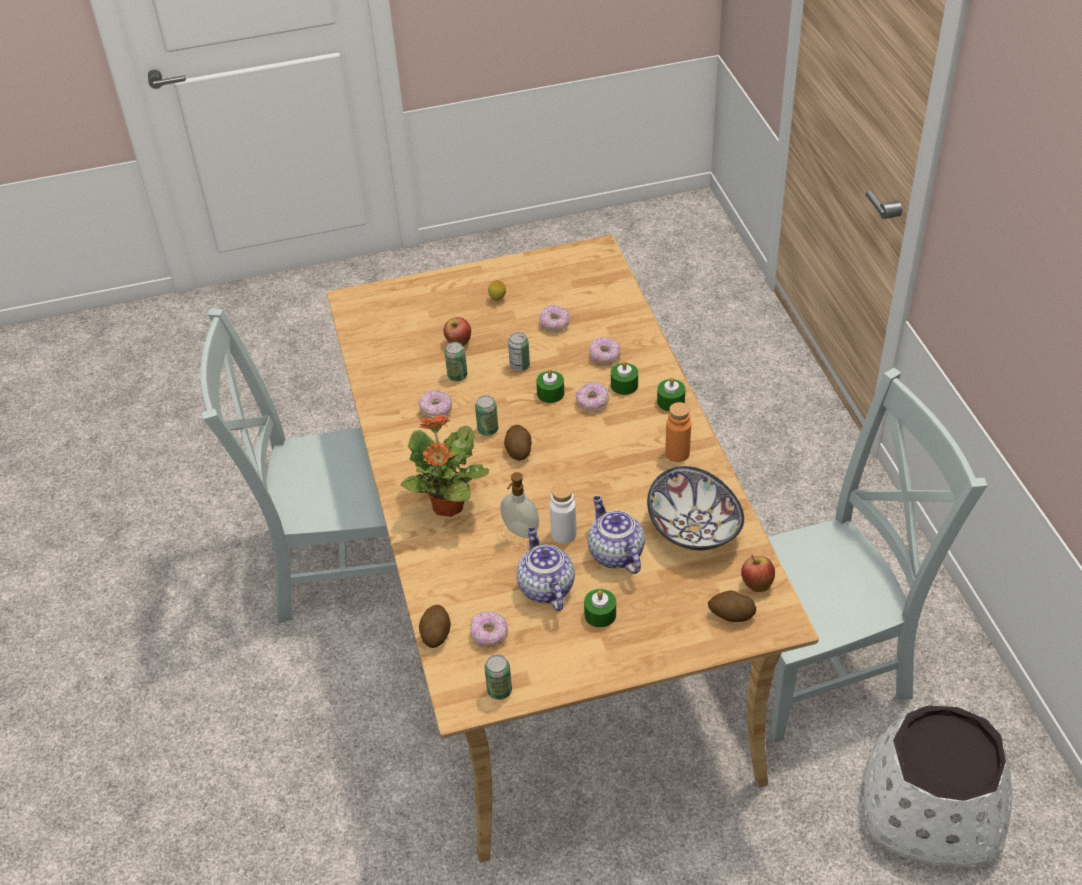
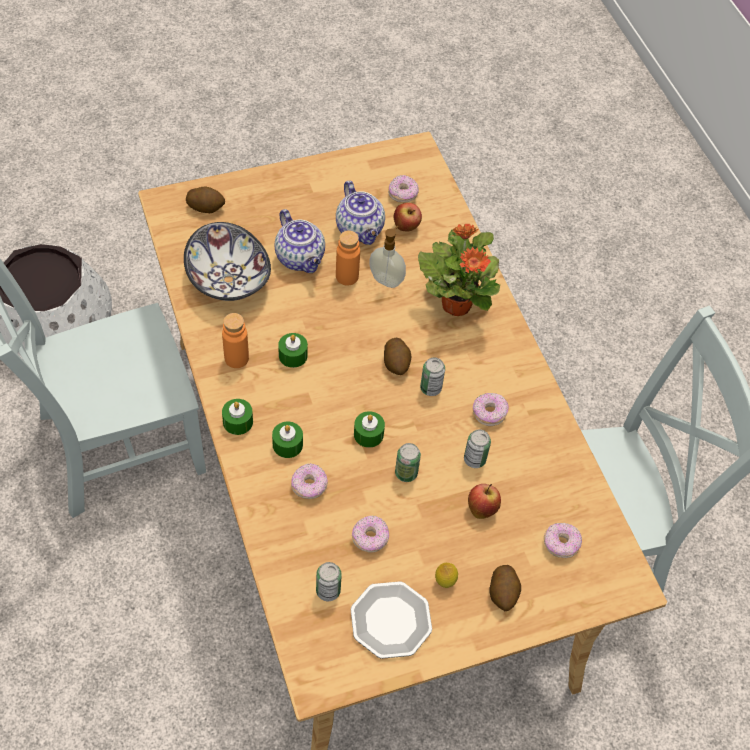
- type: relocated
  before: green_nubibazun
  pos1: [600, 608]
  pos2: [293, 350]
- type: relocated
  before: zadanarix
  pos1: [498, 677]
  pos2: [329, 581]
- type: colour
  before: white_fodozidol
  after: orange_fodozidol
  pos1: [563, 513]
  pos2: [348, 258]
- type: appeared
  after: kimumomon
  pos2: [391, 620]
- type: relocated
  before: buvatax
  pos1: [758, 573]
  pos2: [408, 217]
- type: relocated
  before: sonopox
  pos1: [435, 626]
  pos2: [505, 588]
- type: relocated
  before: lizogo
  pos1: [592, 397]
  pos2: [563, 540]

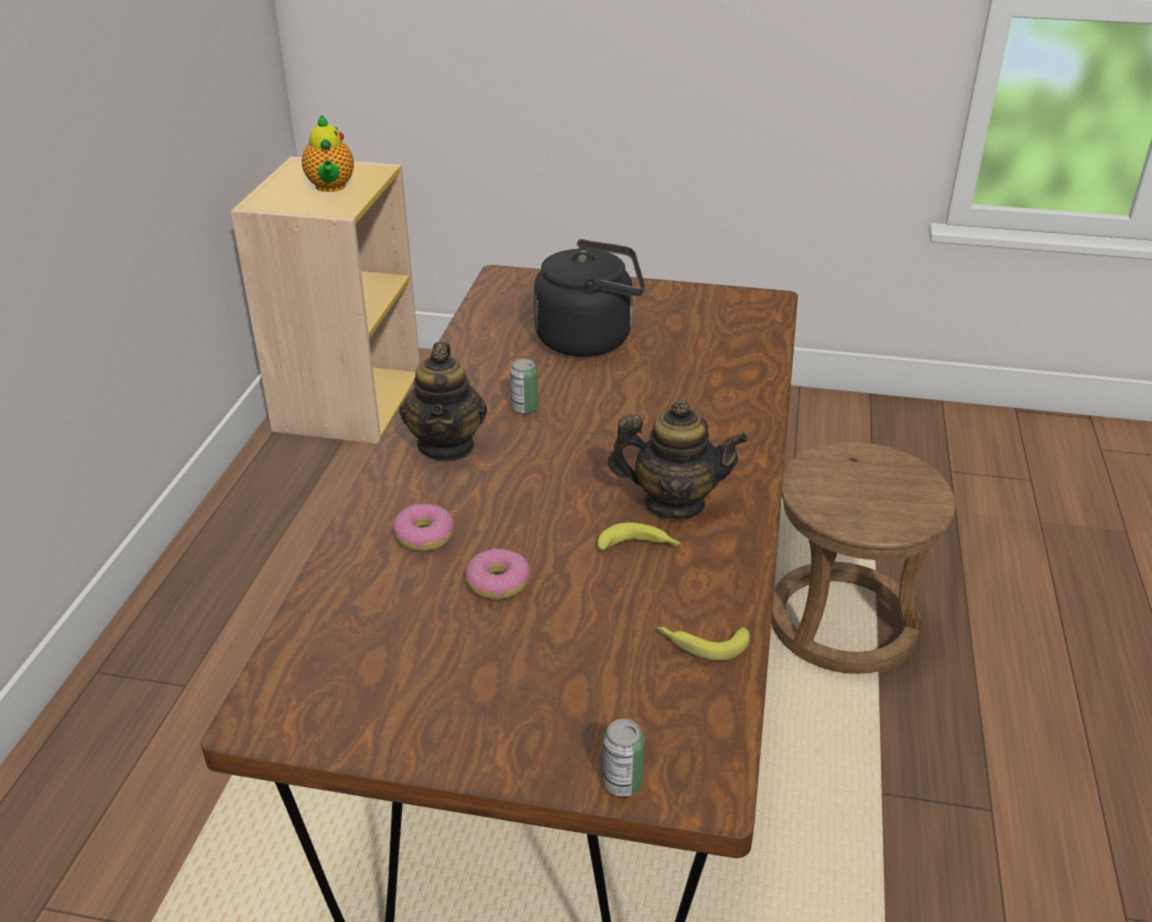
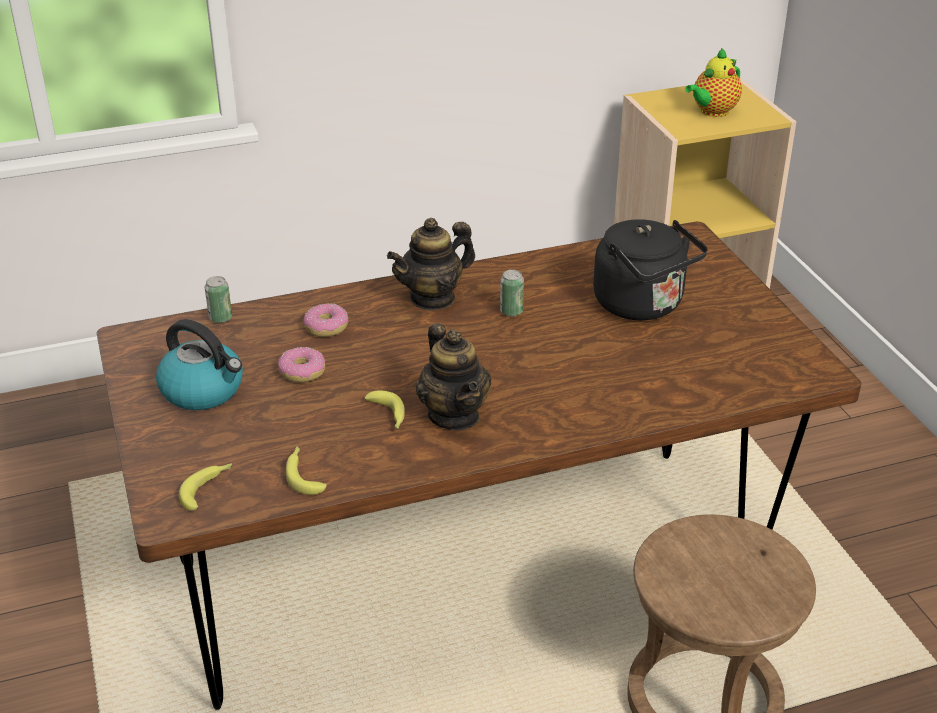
- type: appeared
  after: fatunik
  pos2: [199, 364]
- type: appeared
  after: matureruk
  pos2: [205, 487]
- type: relocated
  before: zadanarix
  pos1: [623, 758]
  pos2: [218, 299]

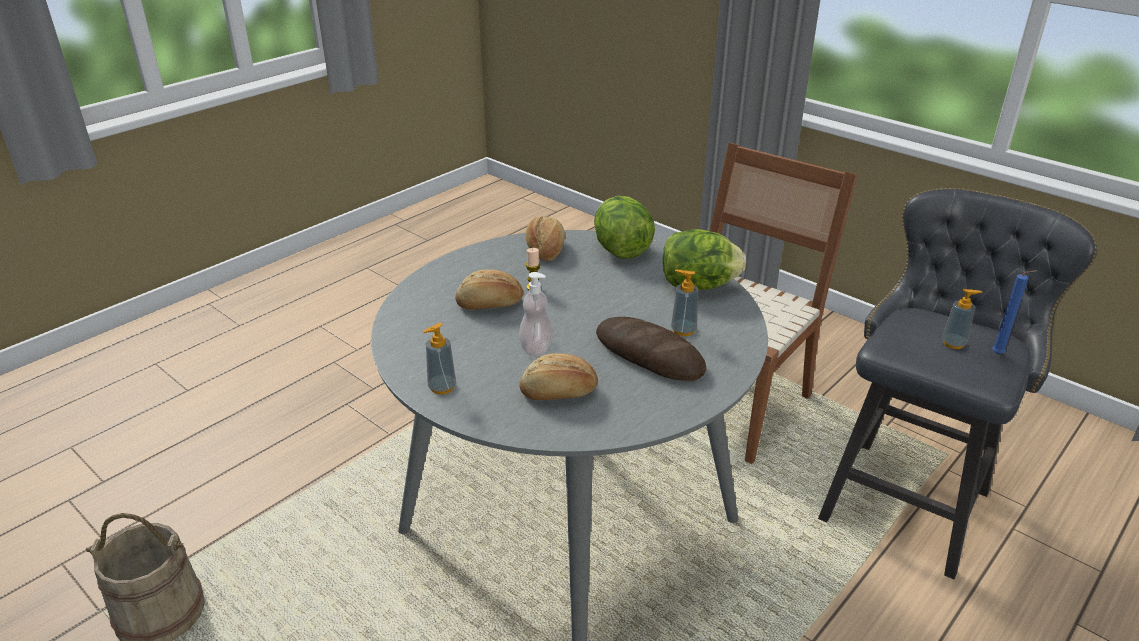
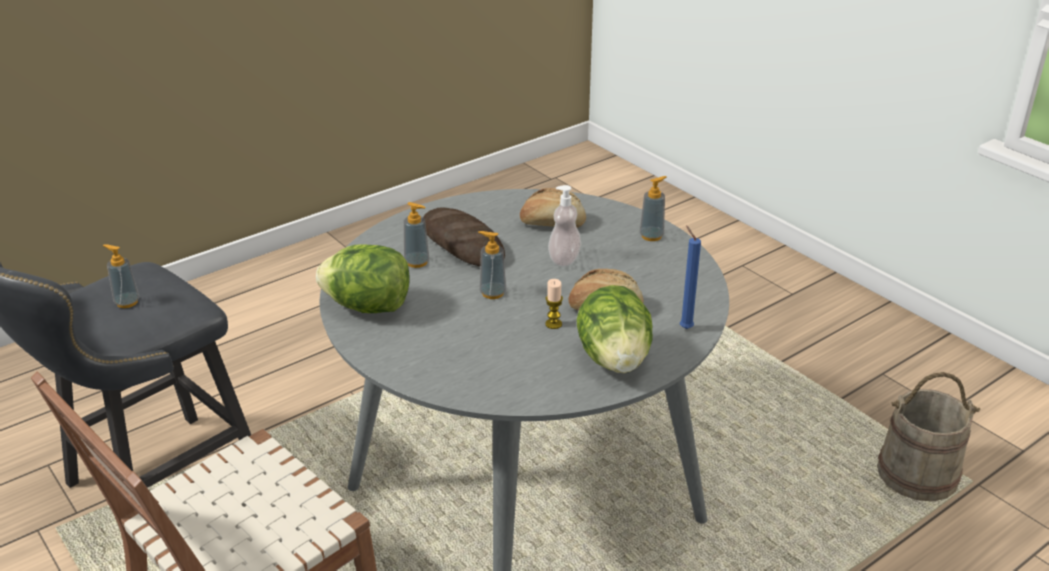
- type: appeared
  after: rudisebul
  pos2: [492, 265]
- type: relocated
  before: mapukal
  pos1: [624, 227]
  pos2: [614, 329]
- type: relocated
  before: blue_nubibazun
  pos1: [1014, 312]
  pos2: [690, 277]
- type: missing
  before: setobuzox
  pos1: [545, 238]

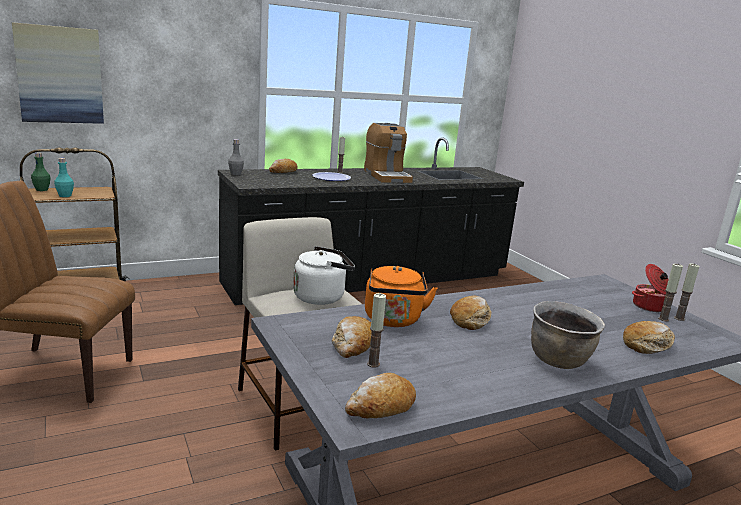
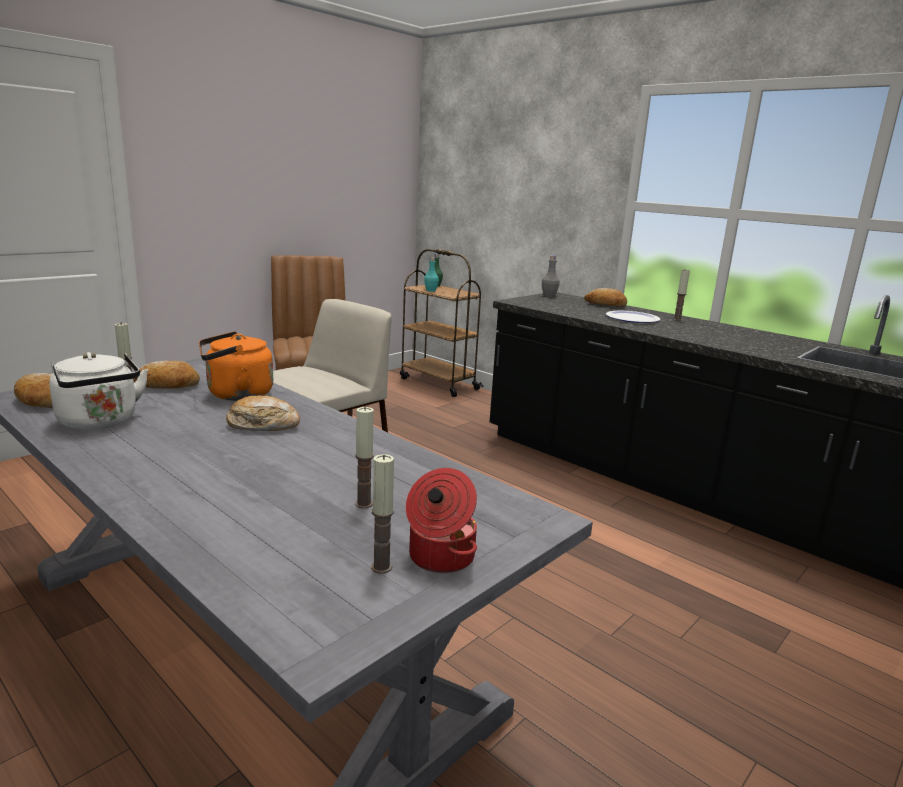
- type: relocated
  before: white_fatunik
  pos1: [324, 275]
  pos2: [98, 391]
- type: relocated
  before: nubibazun
  pos1: [686, 292]
  pos2: [364, 457]
- type: missing
  before: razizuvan
  pos1: [58, 73]
- type: missing
  before: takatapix
  pos1: [388, 153]
- type: missing
  before: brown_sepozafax
  pos1: [568, 335]
- type: missing
  before: setobuzox
  pos1: [649, 337]

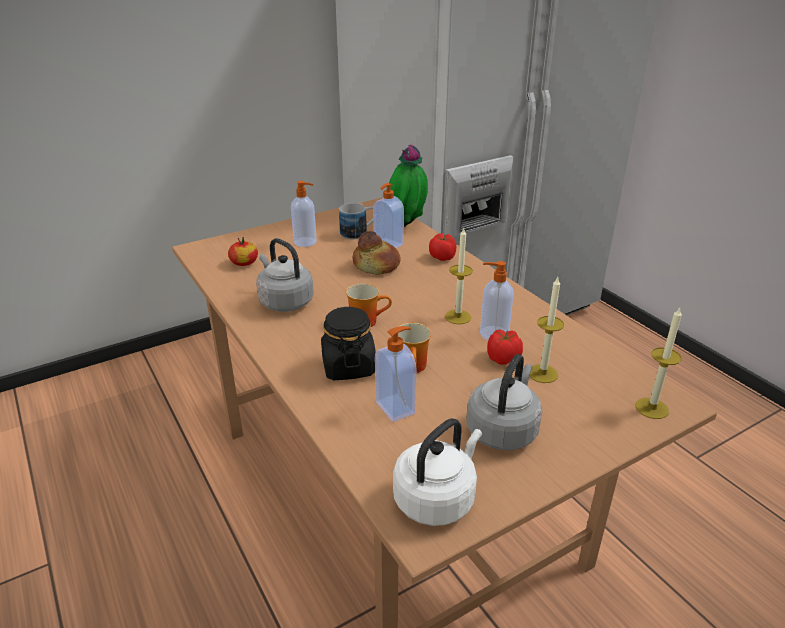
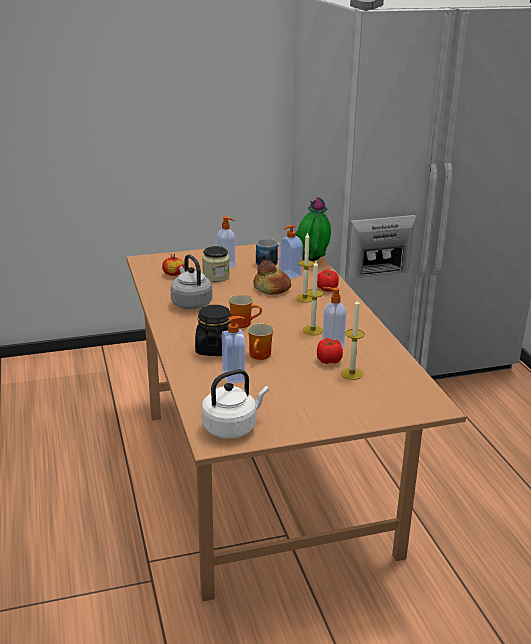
- type: appeared
  after: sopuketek
  pos2: [216, 264]
- type: relocated
  before: nubibazun
  pos1: [658, 363]
  pos2: [305, 267]
- type: missing
  before: grey_fatunik
  pos1: [504, 402]

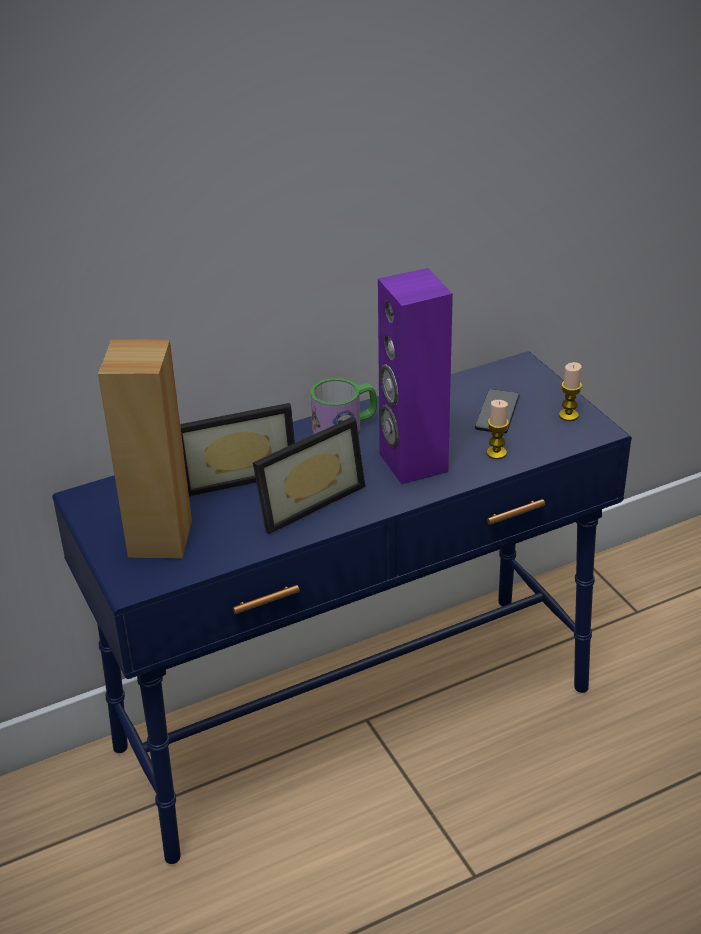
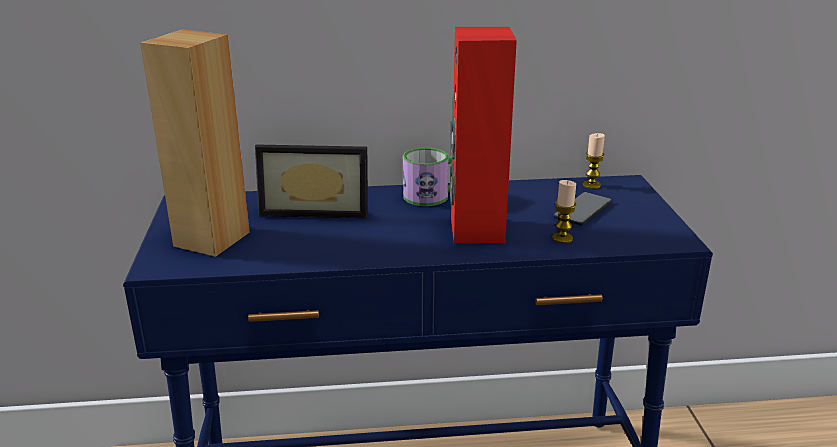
- type: colour
  before: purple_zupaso
  after: red_zupaso
  pos1: [415, 376]
  pos2: [483, 135]
- type: relocated
  before: nubibazun
  pos1: [570, 391]
  pos2: [594, 161]
- type: missing
  before: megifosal
  pos1: [309, 475]

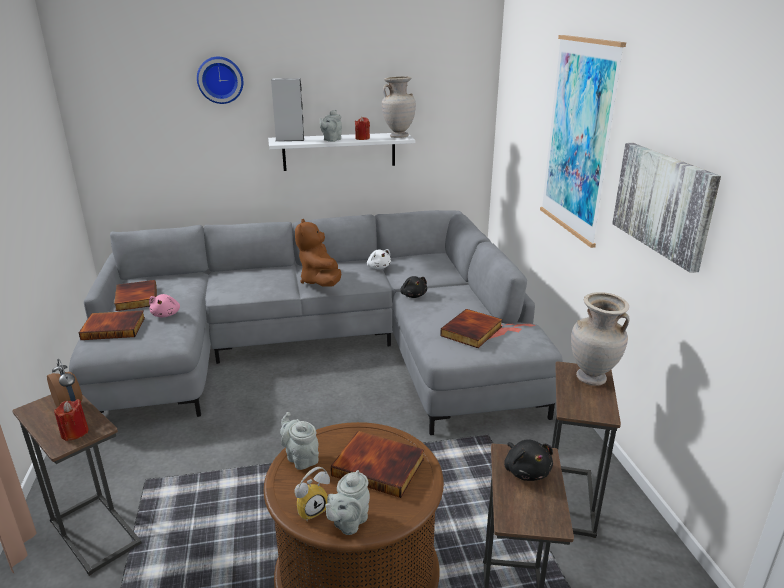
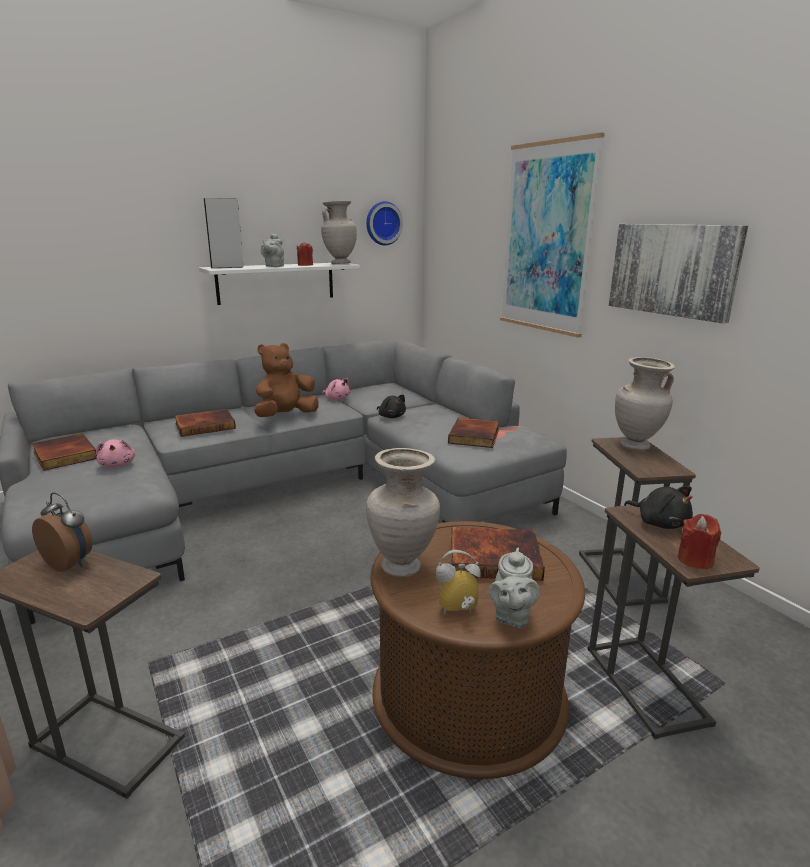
- type: relocated
  before: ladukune
  pos1: [112, 325]
  pos2: [205, 423]
- type: spun
  before: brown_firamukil
  pos1: [318, 253]
  pos2: [286, 380]
  turn: 75
- type: colour
  before: white_firamukil
  after: pink_firamukil
  pos1: [379, 259]
  pos2: [336, 389]
- type: relocated
  before: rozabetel
  pos1: [220, 80]
  pos2: [384, 223]
- type: exchanged
  before: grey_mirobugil
  after: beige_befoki
  pos1: [299, 441]
  pos2: [403, 512]
- type: spun
  before: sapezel
  pos1: [312, 494]
  pos2: [458, 582]
  turn: -135
- type: relocated
  before: red_nubibazun
  pos1: [71, 420]
  pos2: [699, 541]

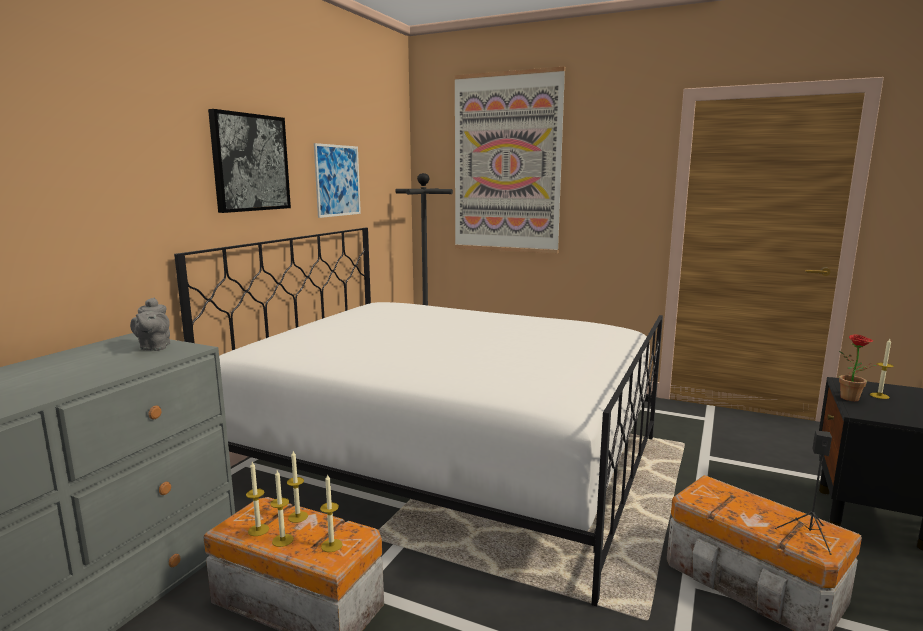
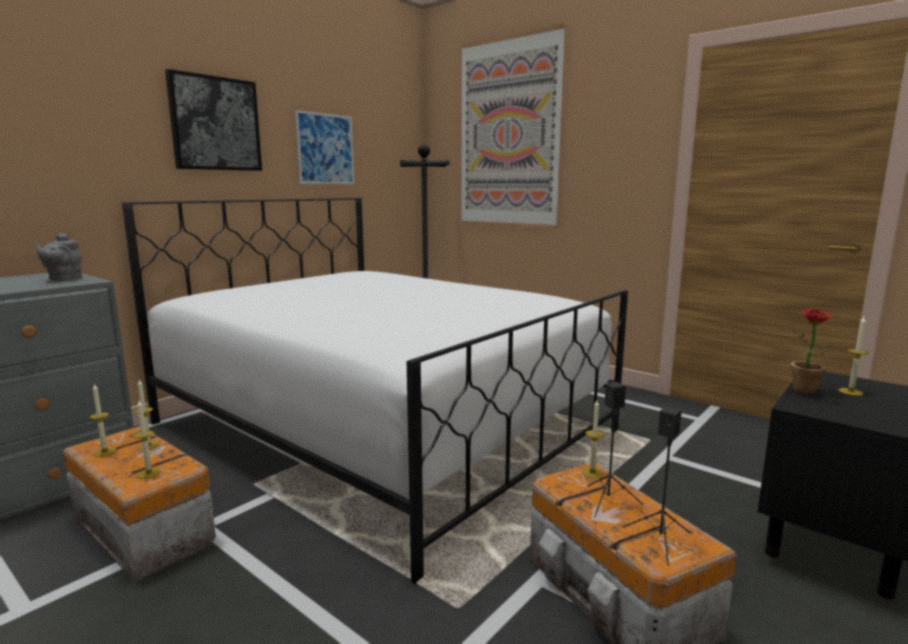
- type: relocated
  before: nubibazun
  pos1: [282, 508]
  pos2: [593, 439]
- type: appeared
  after: black_zupaso
  pos2: [615, 449]

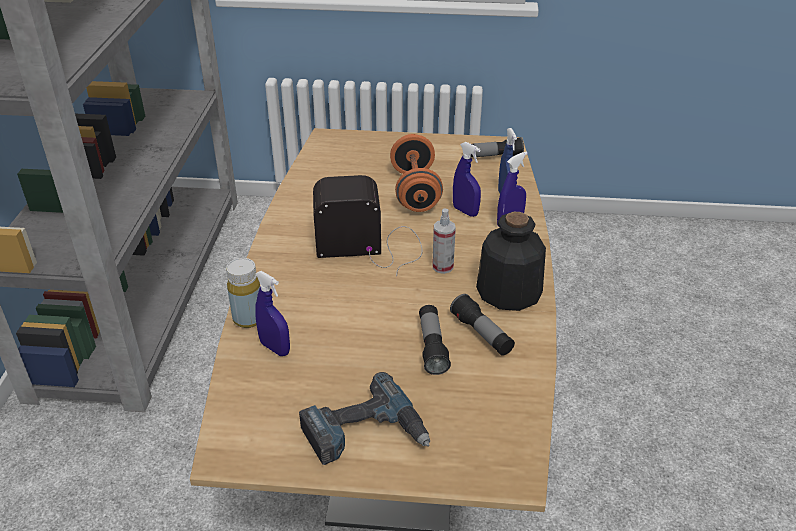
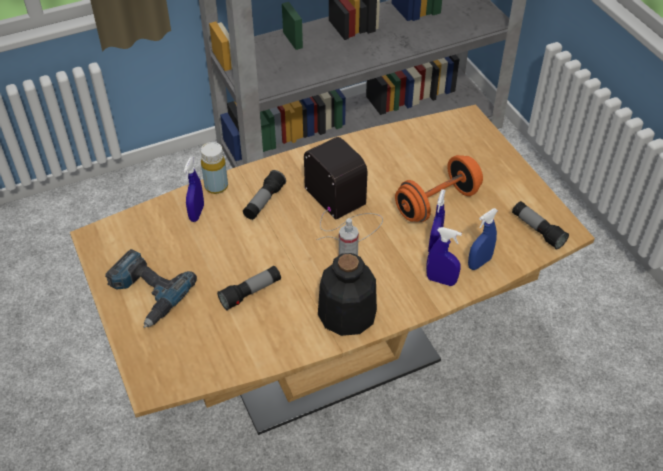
- type: relocated
  before: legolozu
  pos1: [482, 324]
  pos2: [264, 195]

